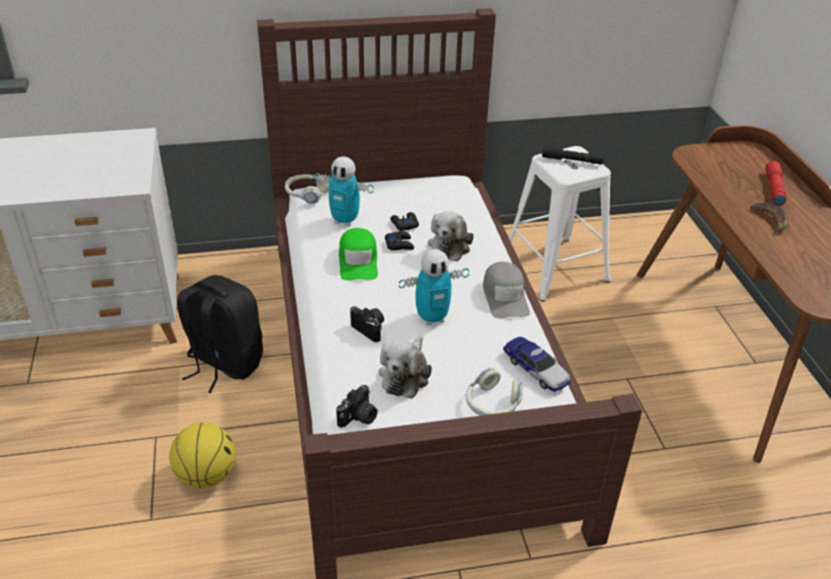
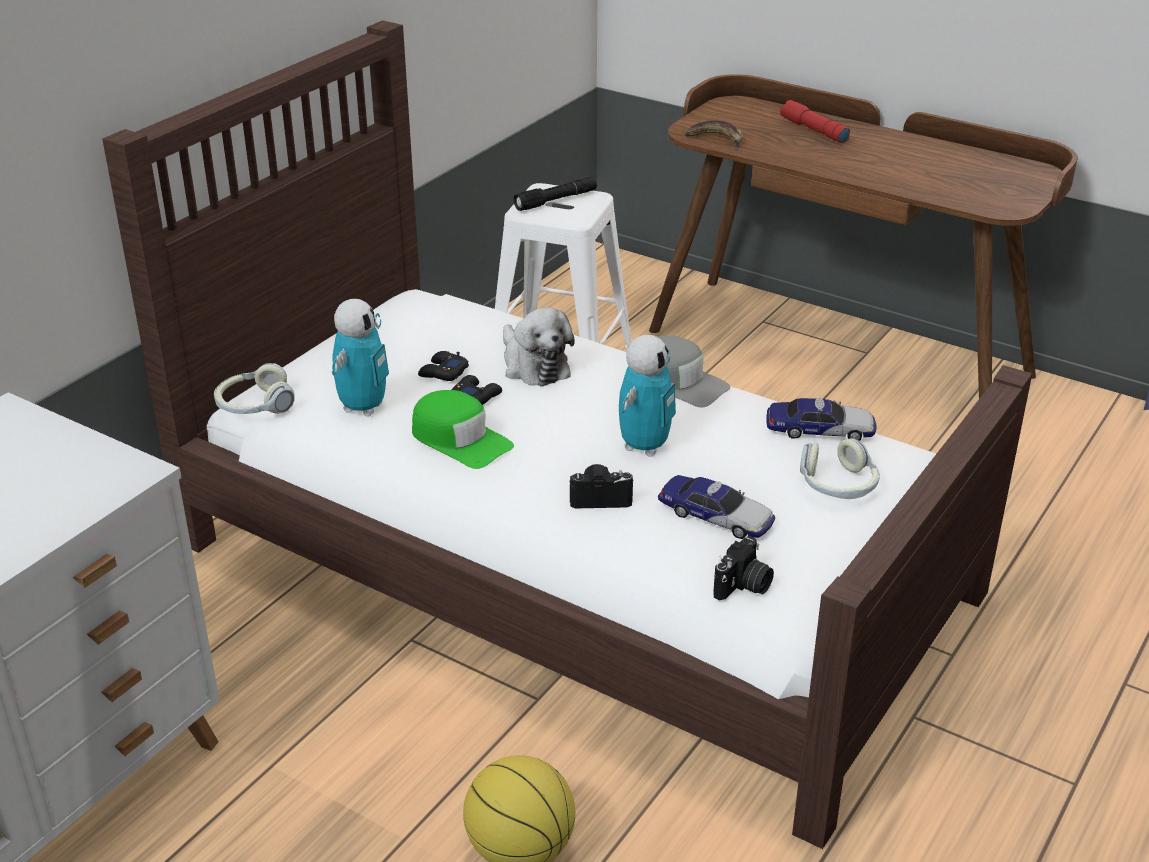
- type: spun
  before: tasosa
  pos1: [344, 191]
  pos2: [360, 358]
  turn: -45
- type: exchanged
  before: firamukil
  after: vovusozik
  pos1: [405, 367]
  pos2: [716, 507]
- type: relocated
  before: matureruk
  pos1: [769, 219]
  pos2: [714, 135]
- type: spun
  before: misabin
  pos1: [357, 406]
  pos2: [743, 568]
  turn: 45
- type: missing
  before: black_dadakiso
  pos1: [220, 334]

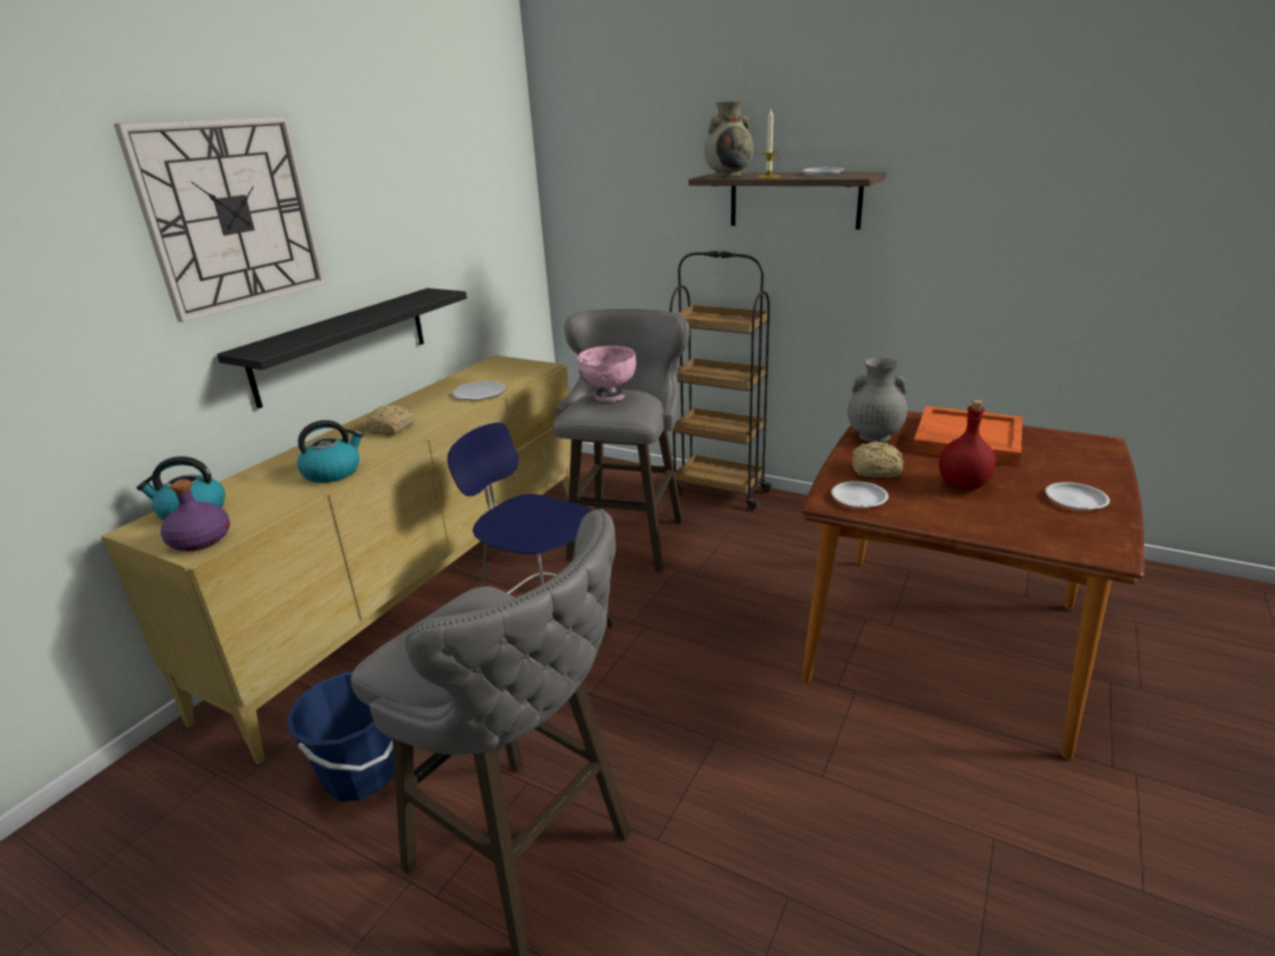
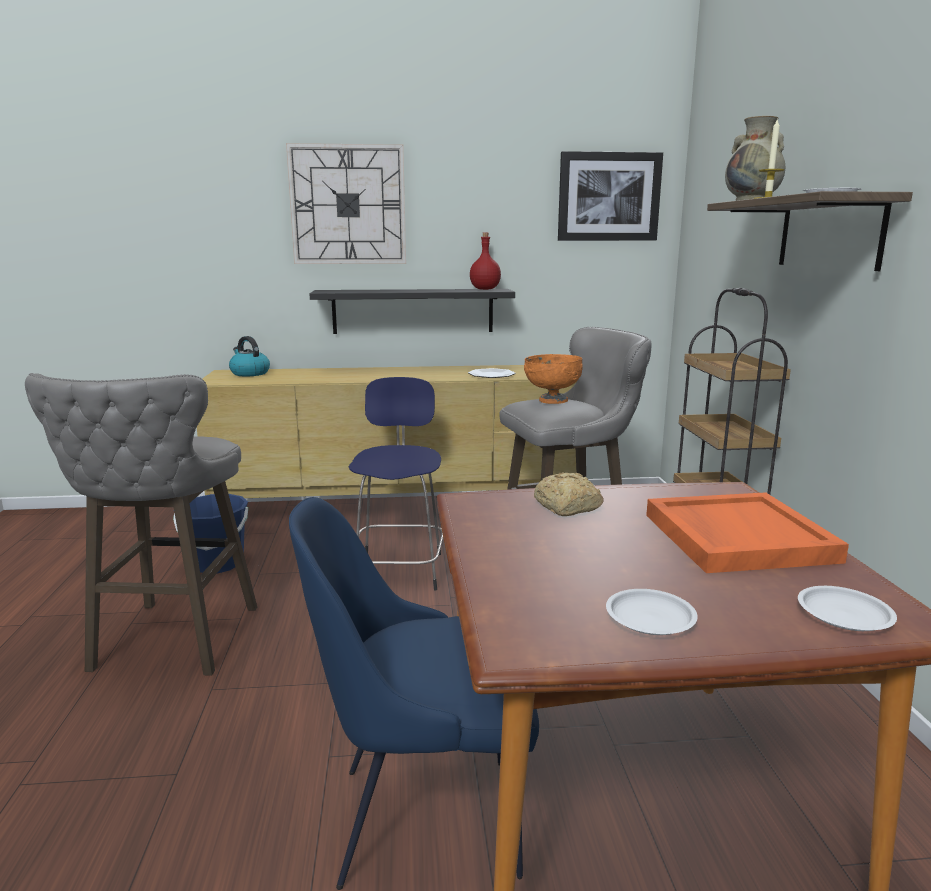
- type: appeared
  after: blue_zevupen
  pos2: [414, 693]
- type: relocated
  before: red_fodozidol
  pos1: [967, 445]
  pos2: [485, 261]
- type: colour
  before: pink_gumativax
  after: orange_gumativax
  pos1: [607, 374]
  pos2: [553, 379]
- type: appeared
  after: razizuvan
  pos2: [610, 196]
- type: relocated
  before: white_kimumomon
  pos1: [859, 494]
  pos2: [847, 608]
- type: missing
  before: purple_fodozidol
  pos1: [195, 515]
- type: missing
  before: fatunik
  pos1: [330, 451]
- type: missing
  before: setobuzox
  pos1: [390, 419]
- type: missing
  before: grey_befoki
  pos1: [877, 399]

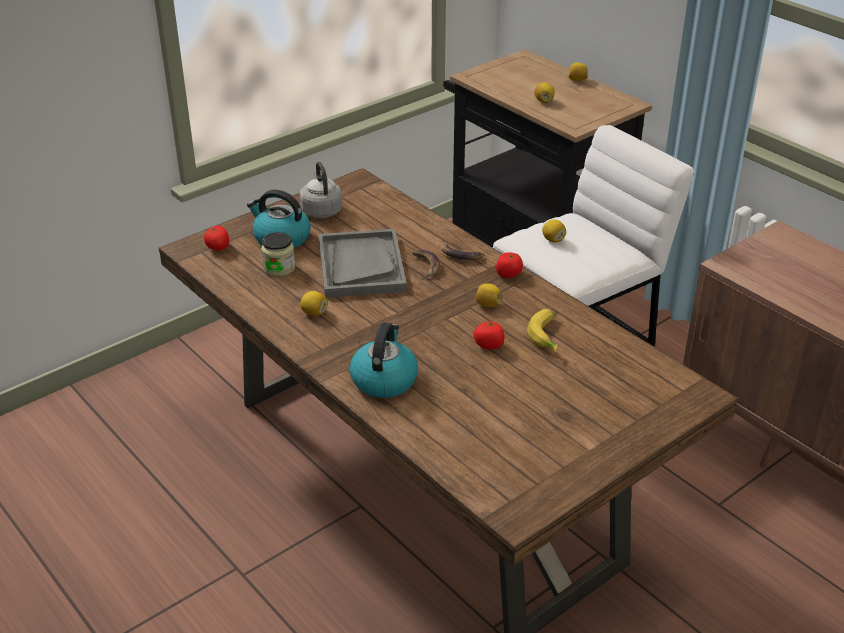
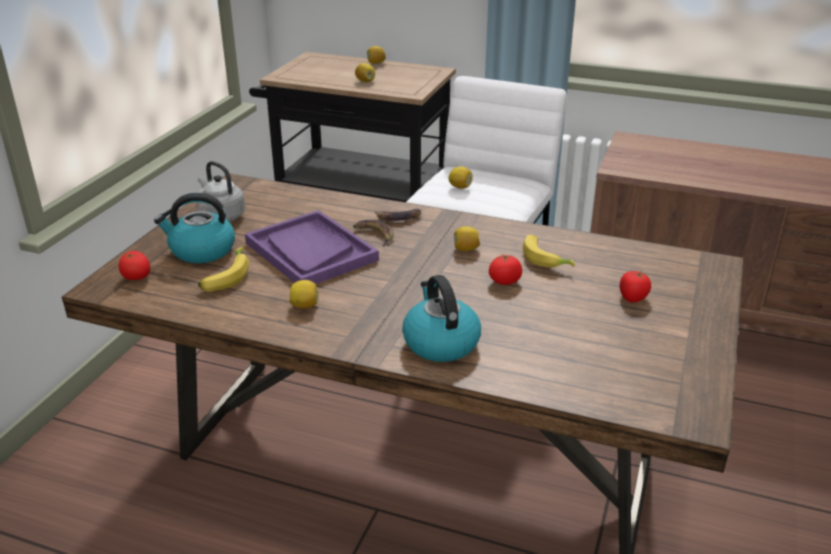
- type: exchanged
  before: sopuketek
  after: matureruk
  pos1: [278, 254]
  pos2: [223, 269]
- type: colour
  before: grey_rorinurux
  after: purple_rorinurux
  pos1: [363, 263]
  pos2: [312, 247]
- type: relocated
  before: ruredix
  pos1: [509, 265]
  pos2: [635, 287]

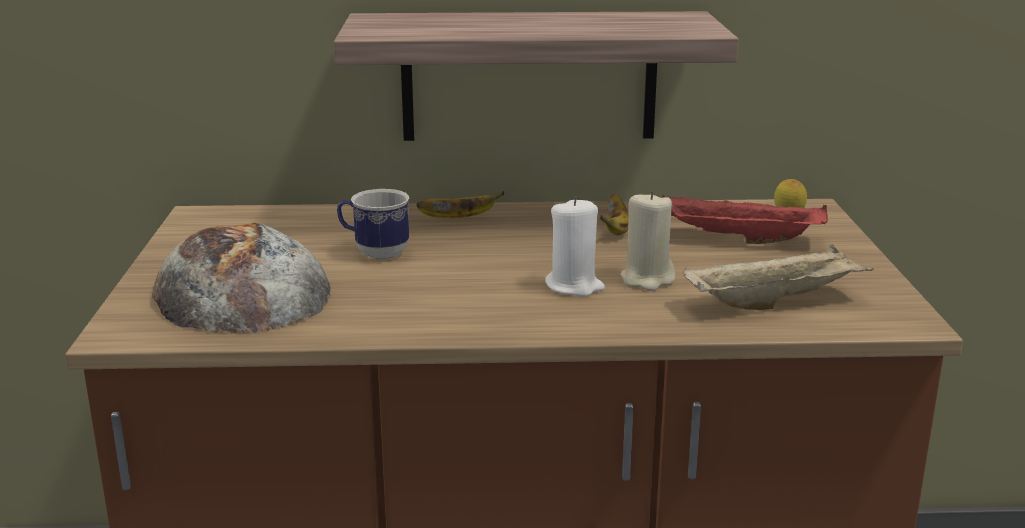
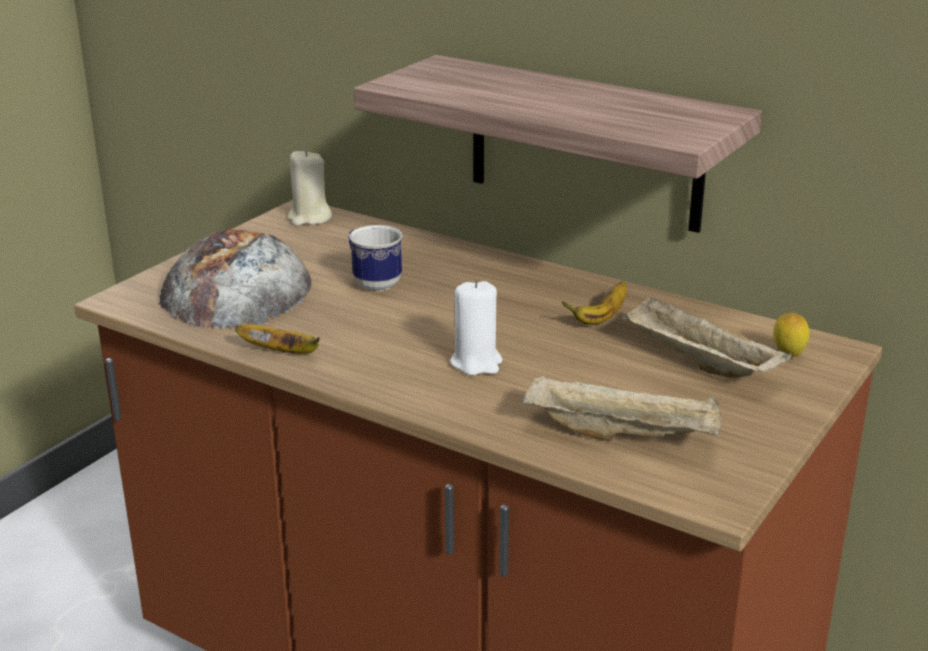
- type: relocated
  before: matureruk
  pos1: [460, 204]
  pos2: [277, 339]
- type: relocated
  before: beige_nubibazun
  pos1: [648, 241]
  pos2: [310, 188]
- type: colour
  before: red_rorinurux
  after: beige_rorinurux
  pos1: [744, 219]
  pos2: [706, 336]

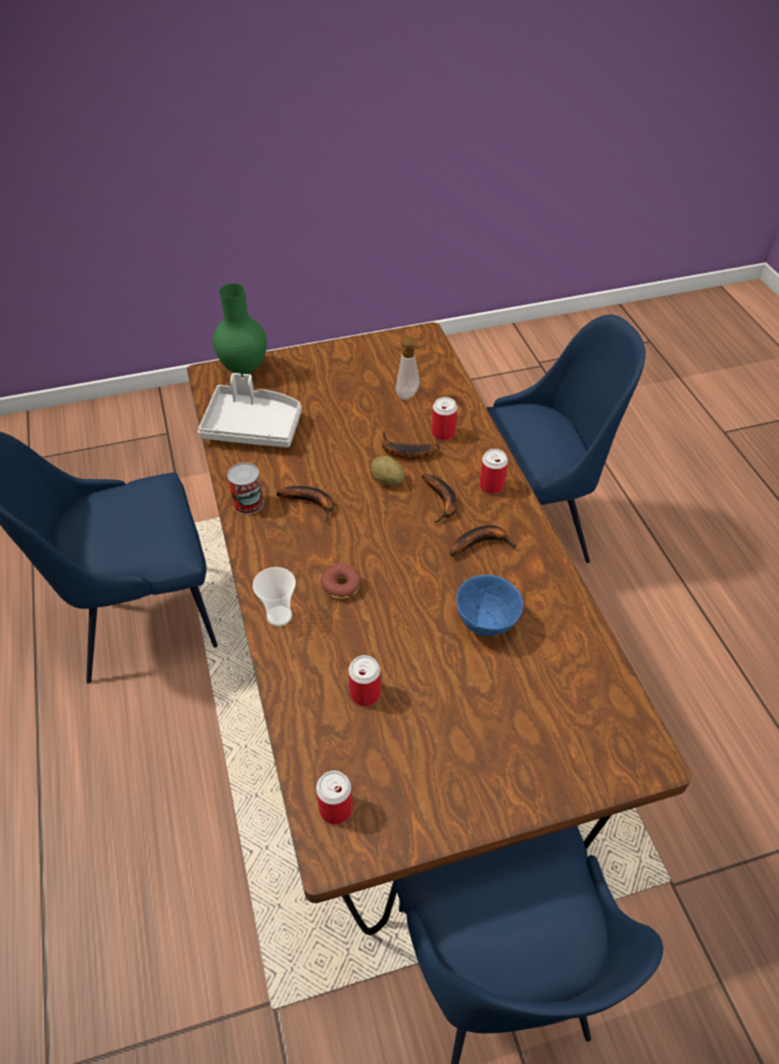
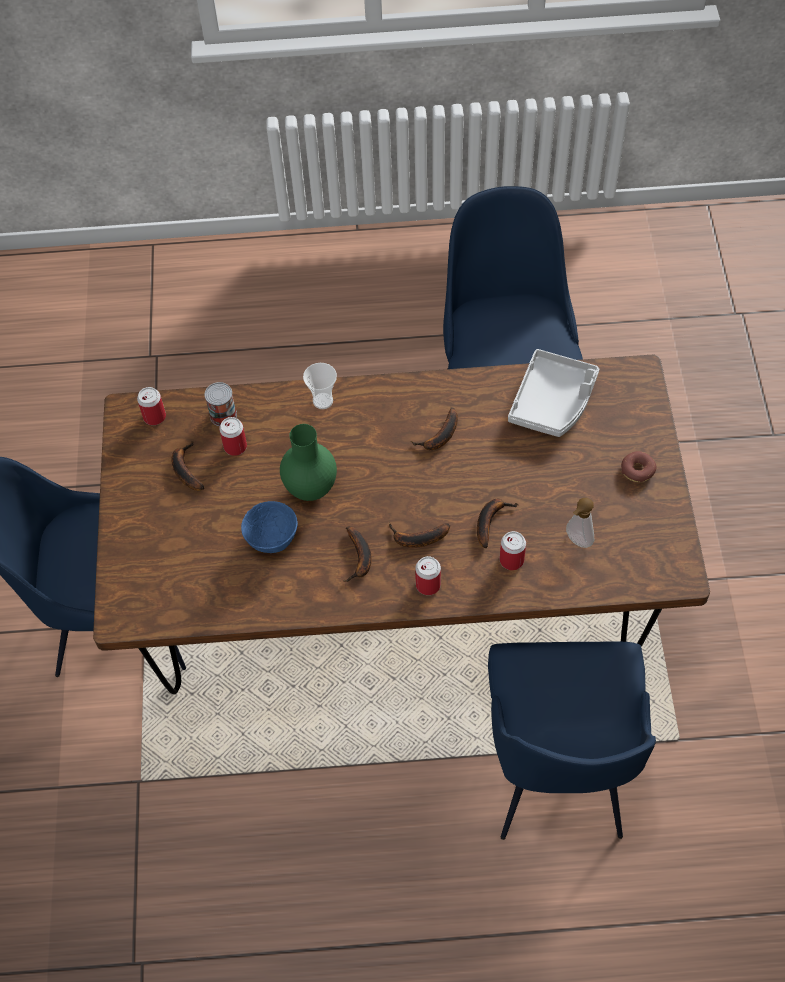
- type: appeared
  after: matureruk
  pos2: [187, 466]
- type: relocated
  before: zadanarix
  pos1: [245, 489]
  pos2: [220, 404]
- type: relocated
  before: green_befoki
  pos1: [240, 329]
  pos2: [308, 462]
- type: relocated
  before: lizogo
  pos1: [340, 581]
  pos2: [638, 466]
- type: missing
  before: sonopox
  pos1: [387, 471]

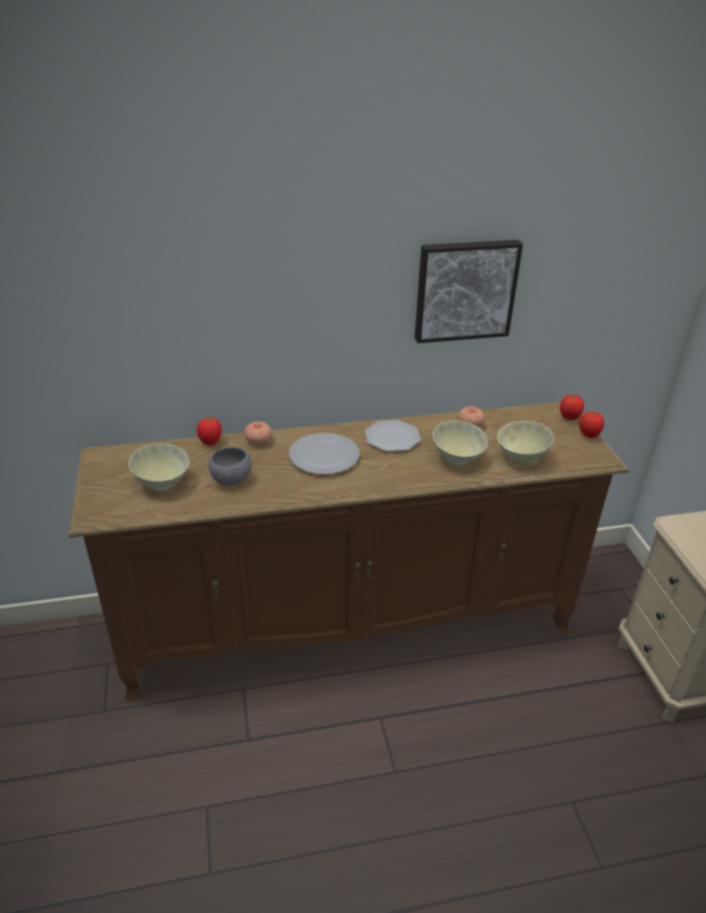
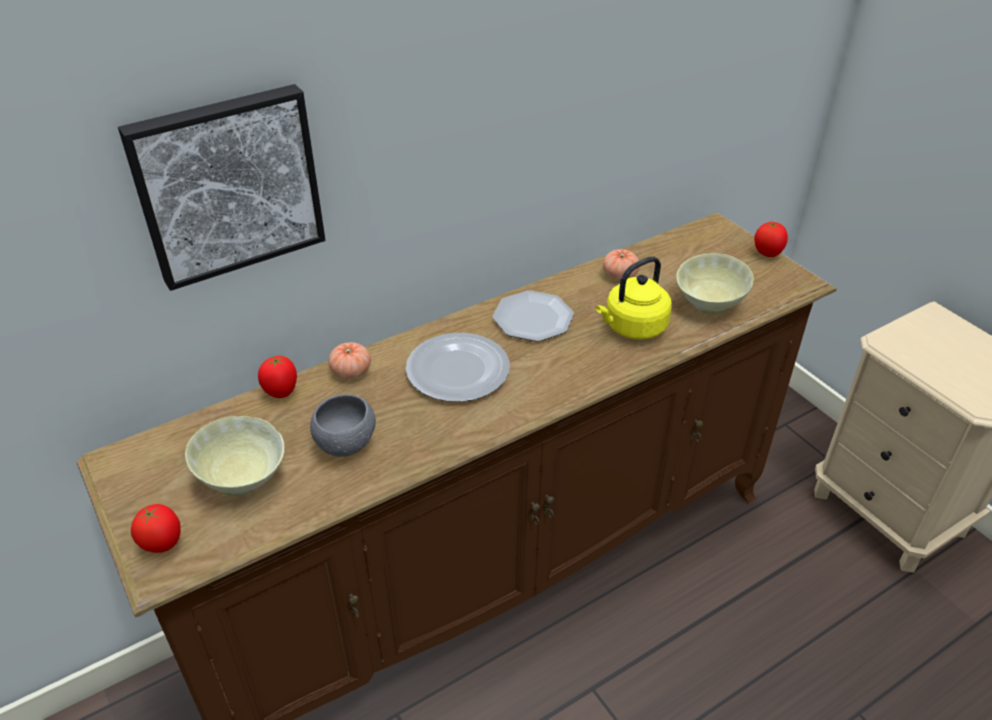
- type: relocated
  before: razizuvan
  pos1: [469, 291]
  pos2: [221, 187]
- type: relocated
  before: ruredix
  pos1: [572, 407]
  pos2: [156, 528]
- type: exchanged
  before: beige_gumativax
  after: yellow_fatunik
  pos1: [460, 443]
  pos2: [634, 297]

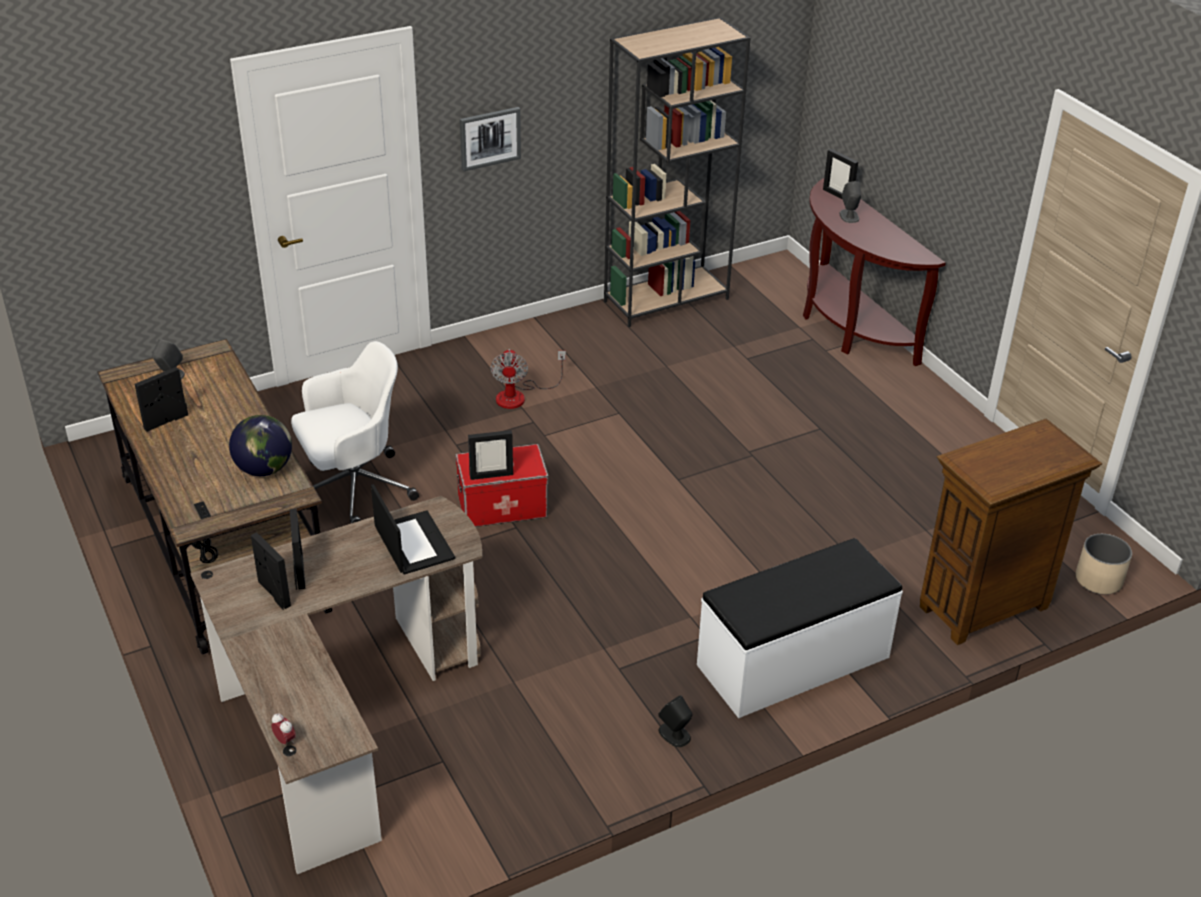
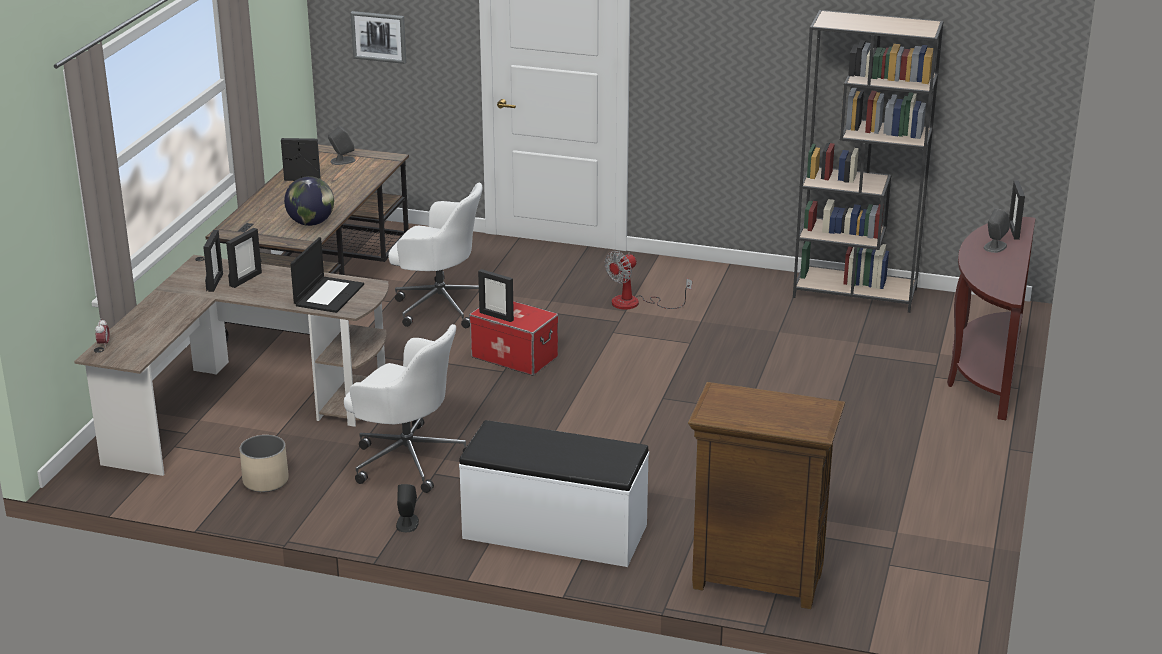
- type: relocated
  before: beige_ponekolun
  pos1: [1104, 564]
  pos2: [264, 463]
- type: appeared
  after: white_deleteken
  pos2: [406, 408]
- type: relocated
  before: razizuvan
  pos1: [490, 139]
  pos2: [378, 37]

